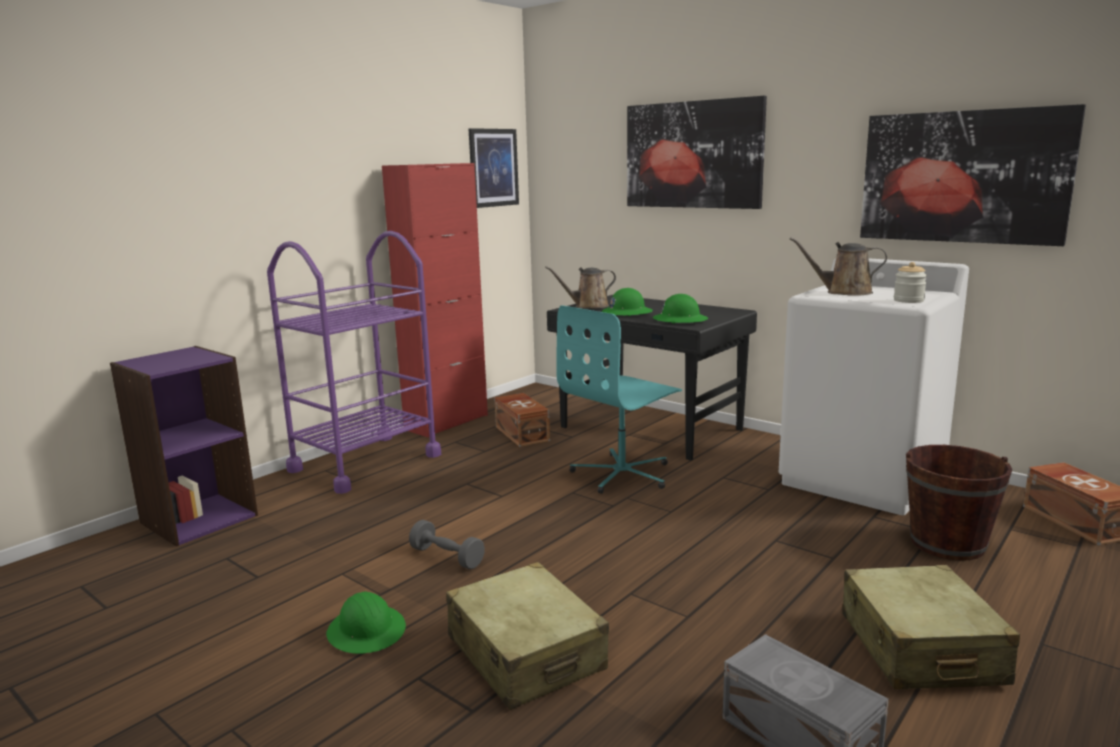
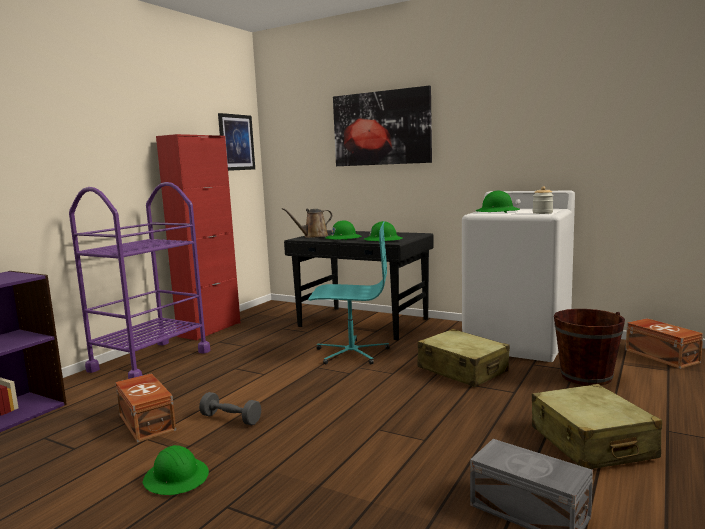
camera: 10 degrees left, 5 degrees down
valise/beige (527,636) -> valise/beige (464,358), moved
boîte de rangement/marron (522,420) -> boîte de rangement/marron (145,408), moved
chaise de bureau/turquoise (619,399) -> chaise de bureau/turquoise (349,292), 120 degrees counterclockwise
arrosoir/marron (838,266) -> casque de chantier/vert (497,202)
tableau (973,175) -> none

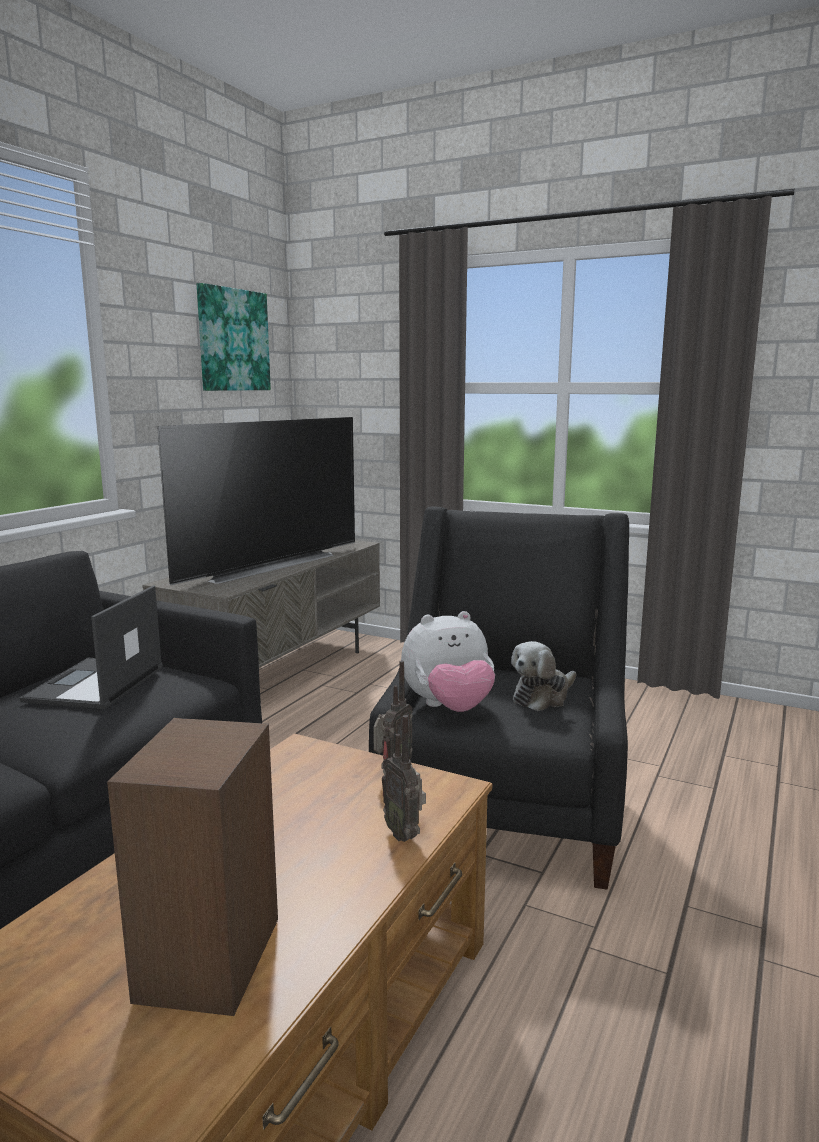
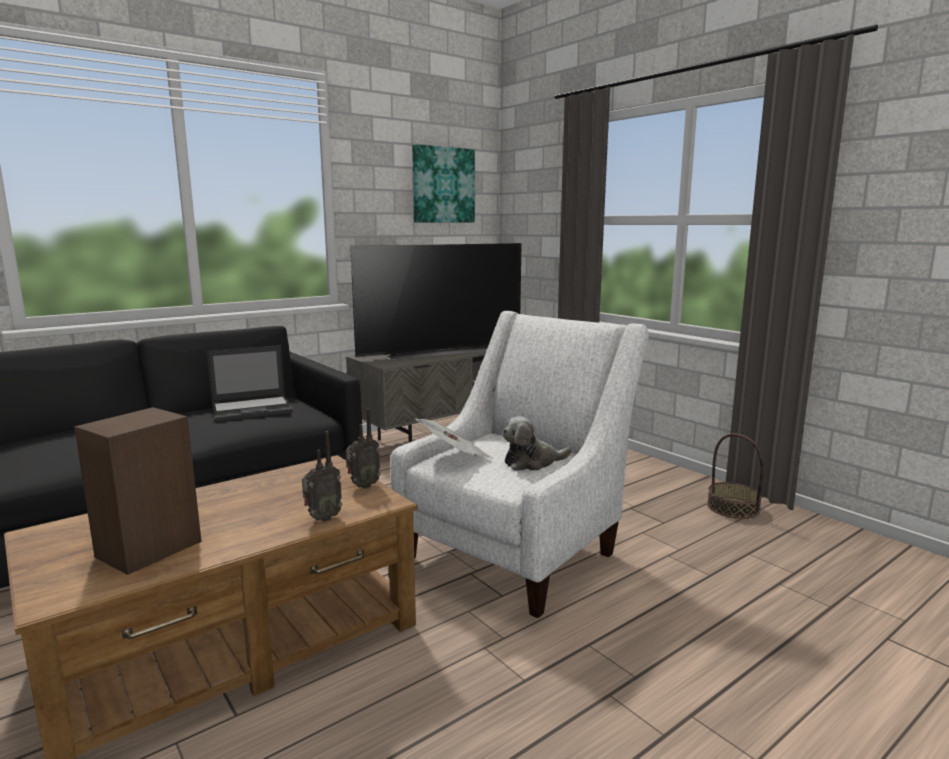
camera: 25 degrees right, 0 degrees up
ordinateur portable (91,647) -> ordinateur portable (250,383), 150 degrees counterclockwise
fauteuil/noir (499,698) -> fauteuil/blanc (520,464)
radio (404,778) -> radio (322,476), 120 degrees counterclockwise
peluche (448,661) -> journal (454,439)
none -> panier (735,476)

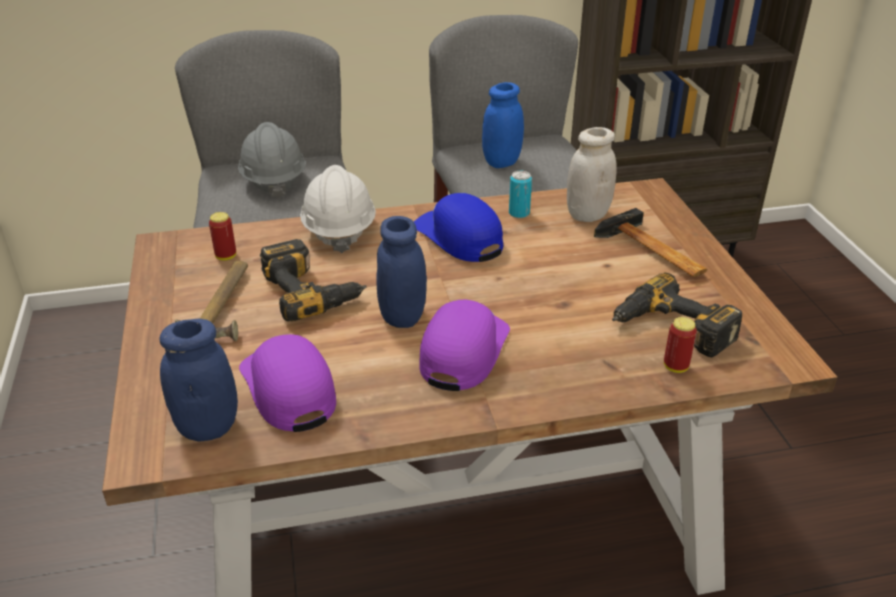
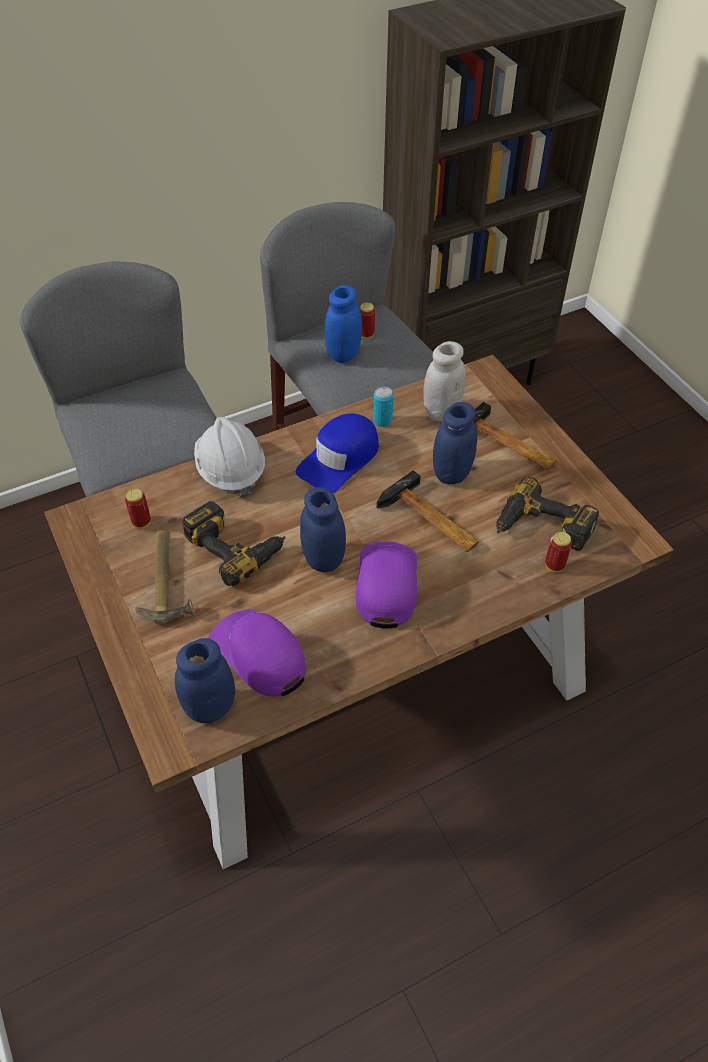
camera: 15 degrees left, 15 degrees up
casque de chantier/gris (271,160) -> none
casquette/bleu (458,227) -> casquette/bleu (337,453), 90 degrees counterclockwise
none -> boîte métallique (367,320)
none -> marteau (428,511)
none -> bocal/bleu (455,443)

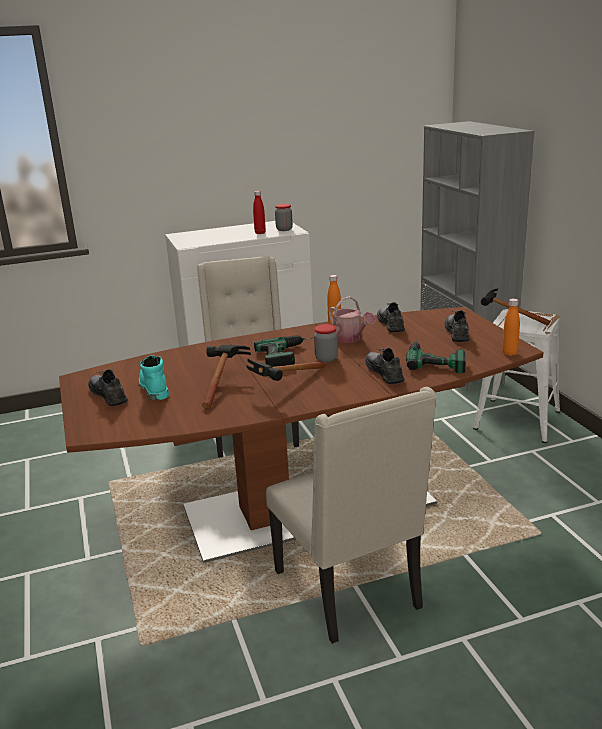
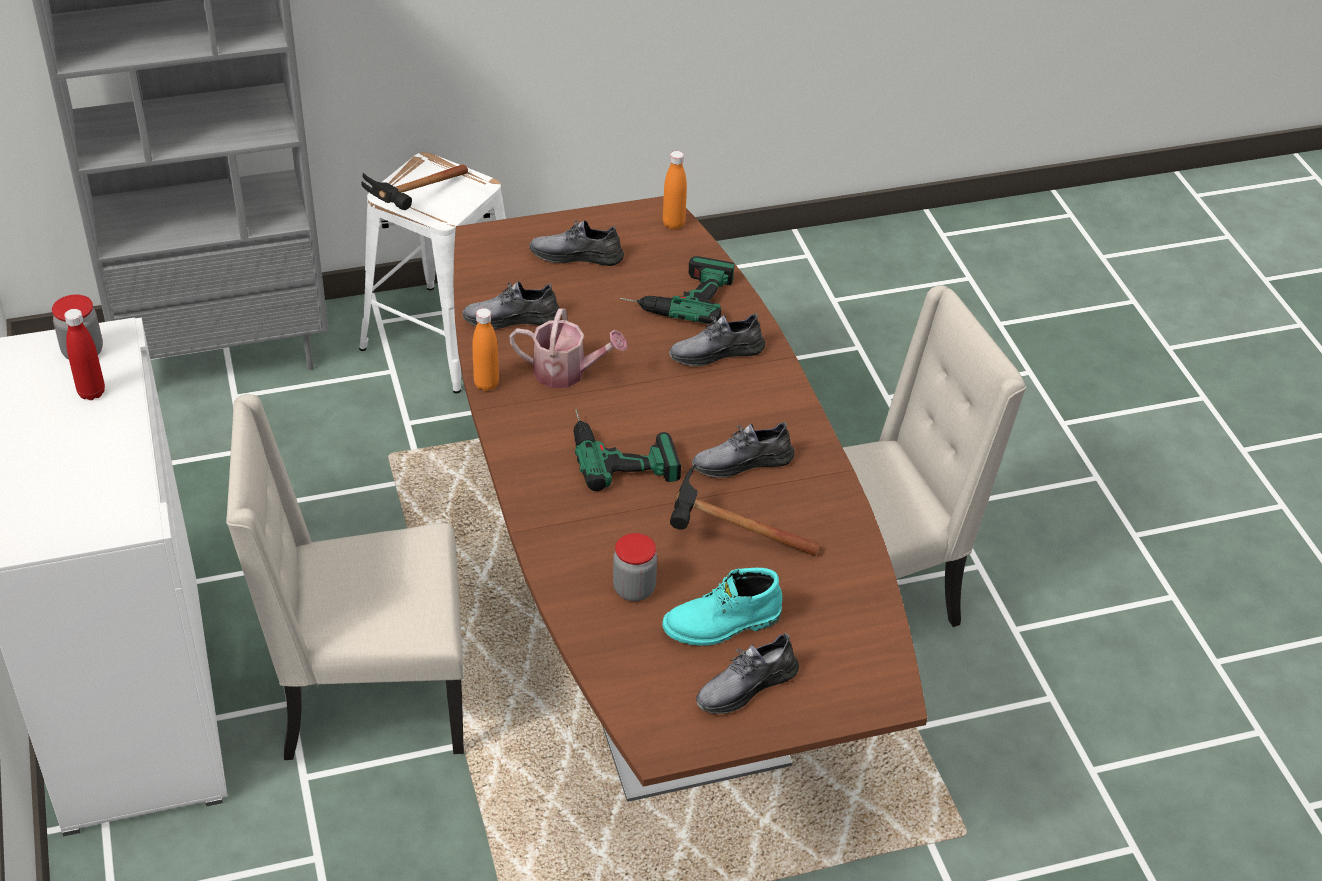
camera: 90 degrees left, 20 degrees up
marteau (286,369) -> chaussure/gris (743,449)
bocal (326,343) -> bocal (635,567), moved
arrosoir (352,319) -> arrosoir (568,348), 45 degrees clockwise

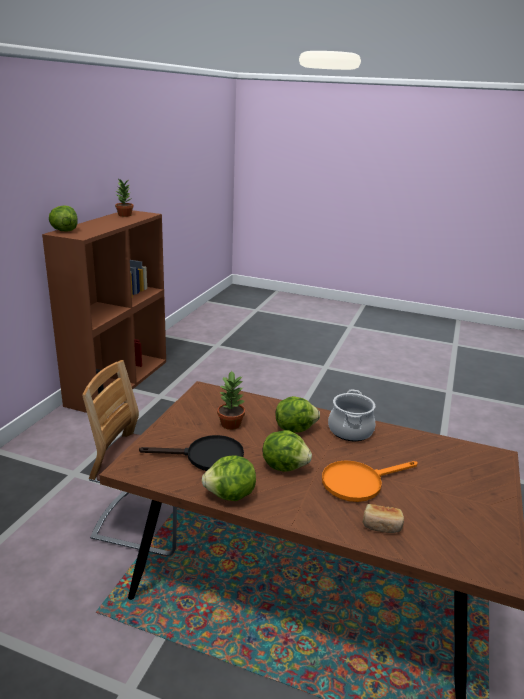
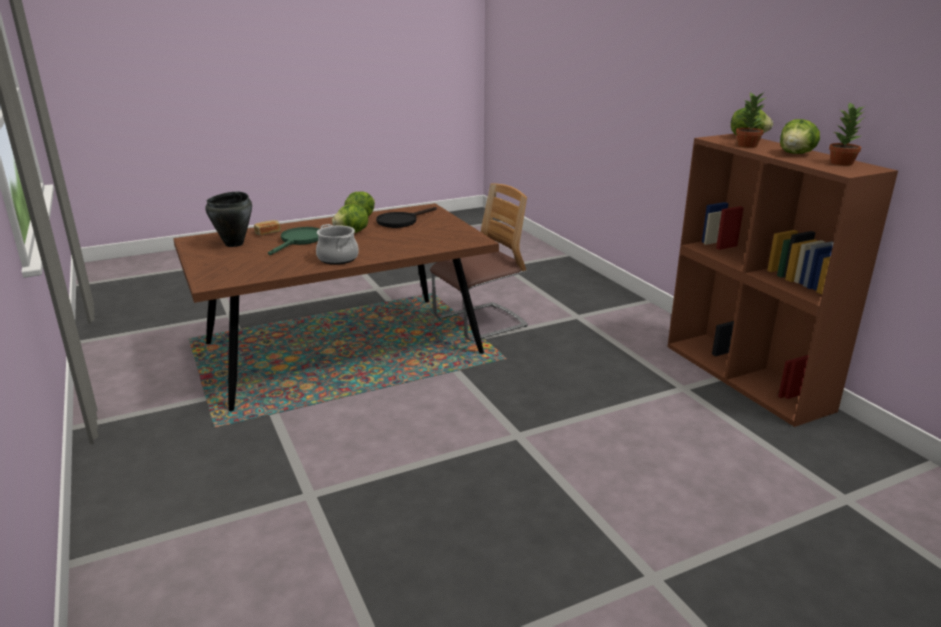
camera: 135 degrees right, 0 degrees up
plante en pot (231,400) -> plante en pot (750,120), moved
laitue (298,414) -> laitue (800,136), moved
poêle/orange (369,481) -> poêle/vert (294,241)
none -> marmite/noir (228,219)

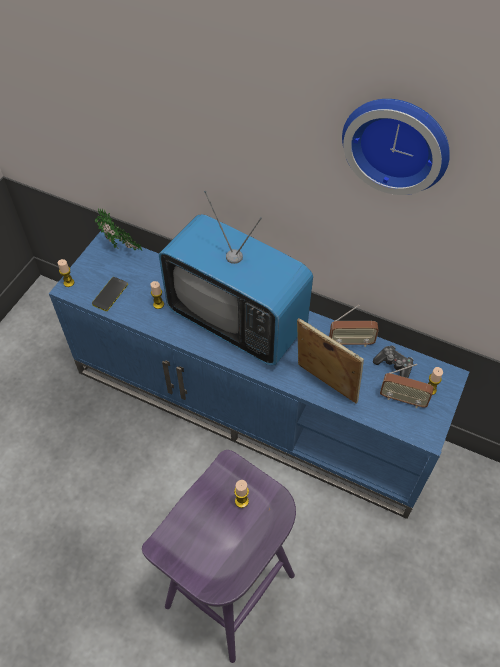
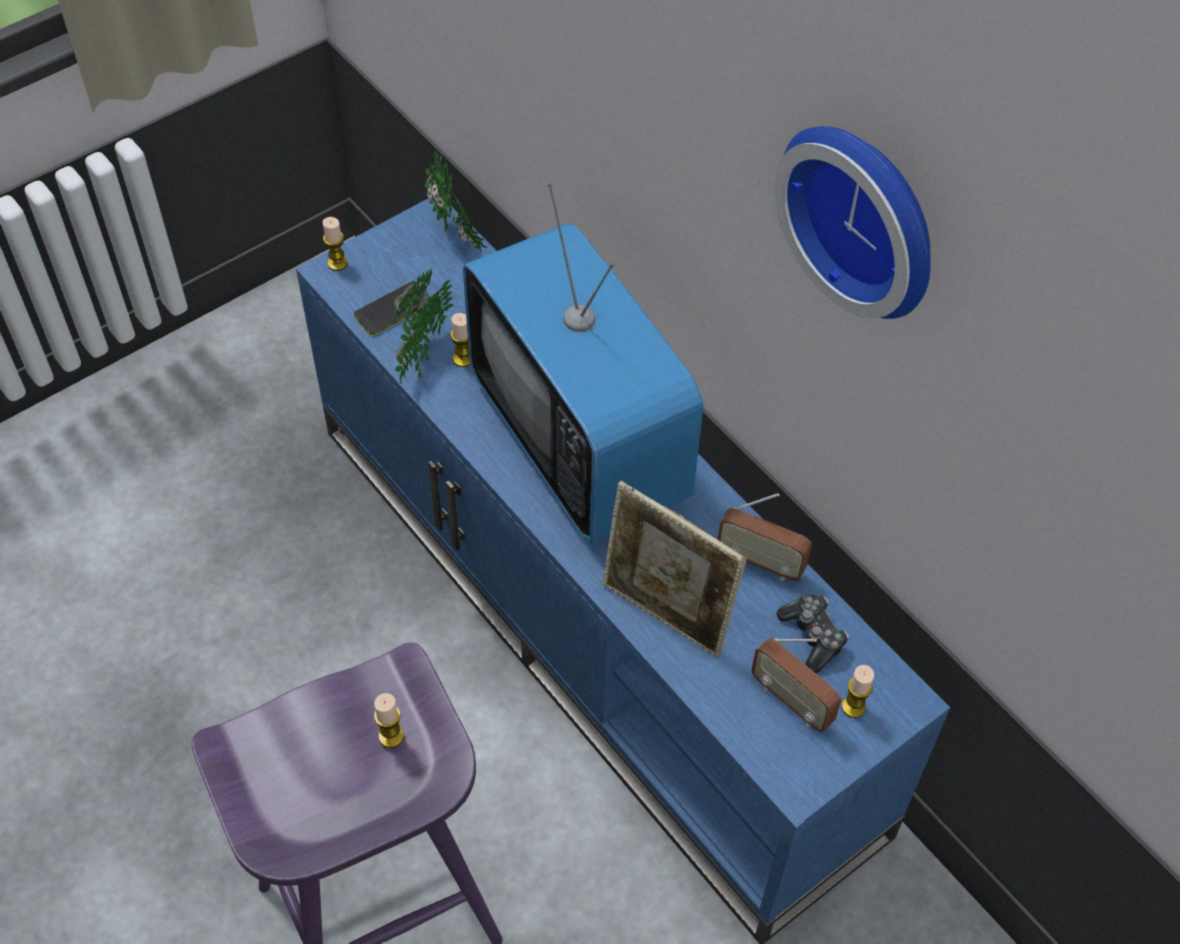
camera: 25 degrees right, 0 degrees up
cadre photo (330,361) -> cadre photo (675,569), 150 degrees clockwise
none -> plante en pot (422,326)

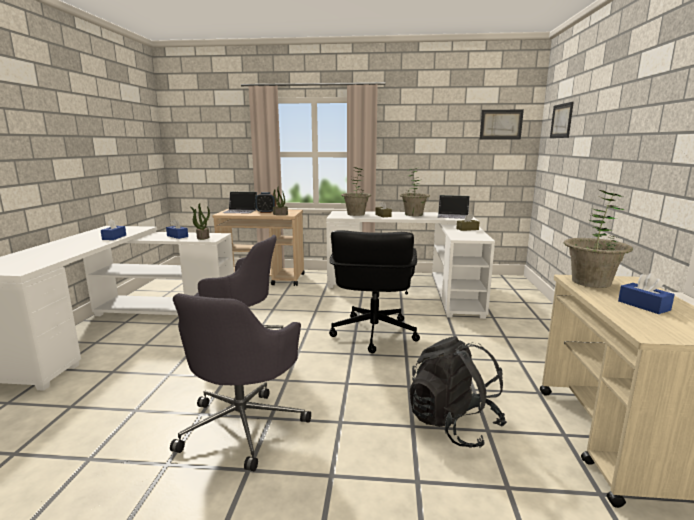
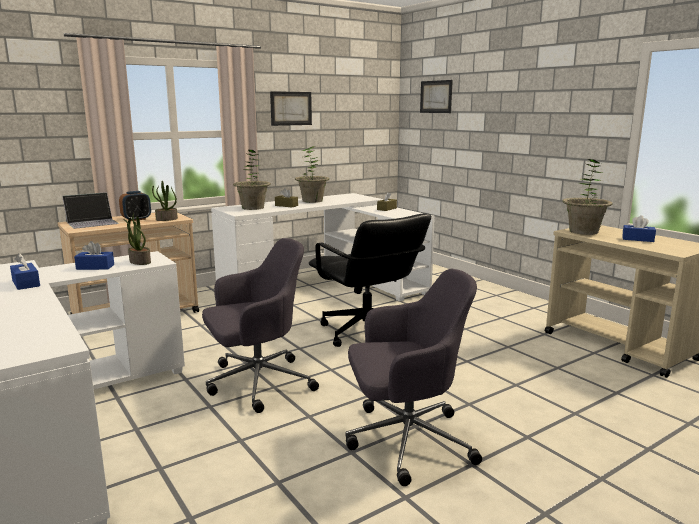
camera: 40 degrees left, 0 degrees up
chaise de bureau/gris (240,382) -> chaise de bureau/gris (413,377), 75 degrees counterclockwise
sac à dos/noir (458,392) -> none
ordinateur portable (453,207) -> none
tableau (502,125) -> tableau (291,108), moved

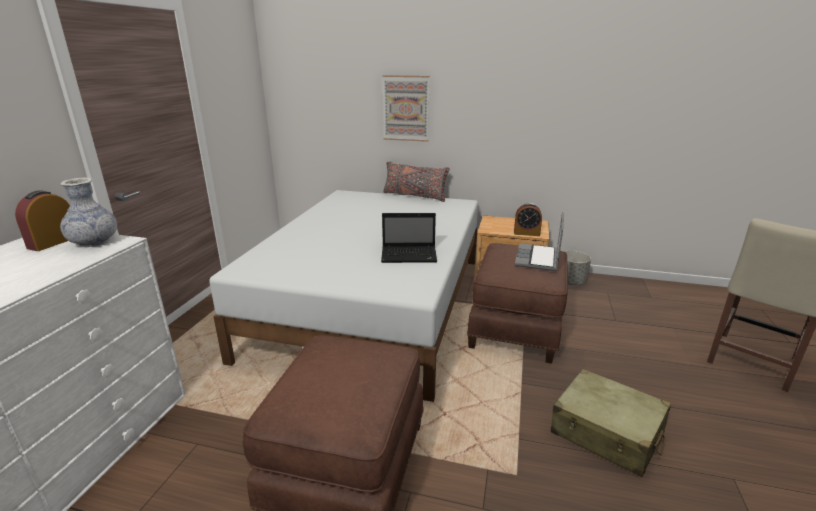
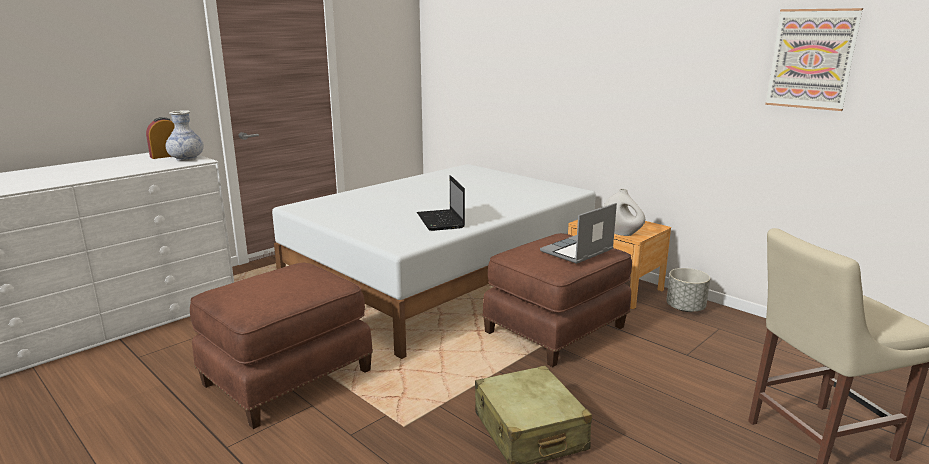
camera: 30 degrees right, 5 degrees down
ordinateur portable (409,238) -> ordinateur portable (441,203), 45 degrees clockwise
tableau (406,108) -> tableau (814,59), moved
coussin/gris (416,182) -> none
réveil (528,219) -> vase/blanc (624,212)

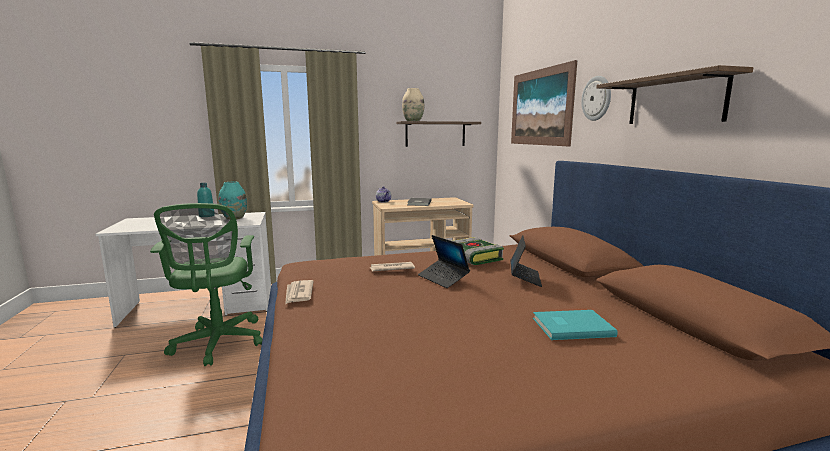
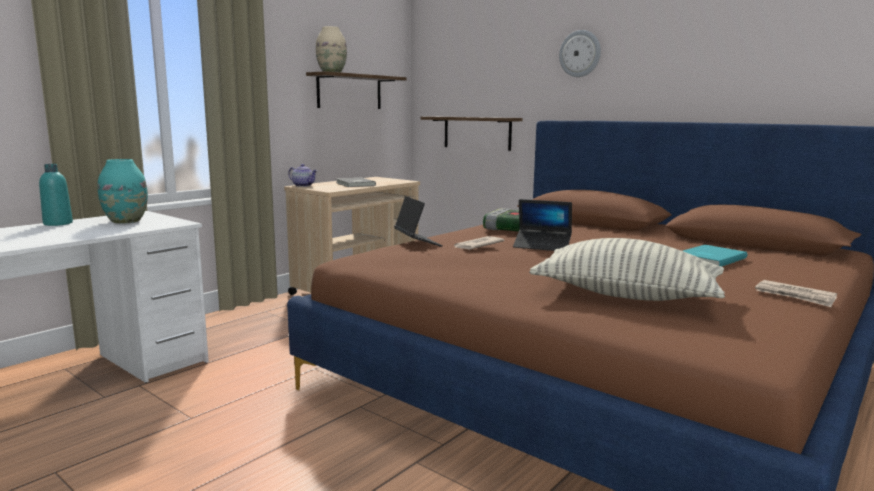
camera: 35 degrees left, 0 degrees up
chaise de bureau/vert (206,284) -> none
journal (299,292) -> journal (796,293), moved
ordinateur portable (526,261) -> ordinateur portable (418,221), moved
tableau (544,103) -> none
étagère (675,94) -> étagère (471,134), moved
none -> coussin (627,269)

